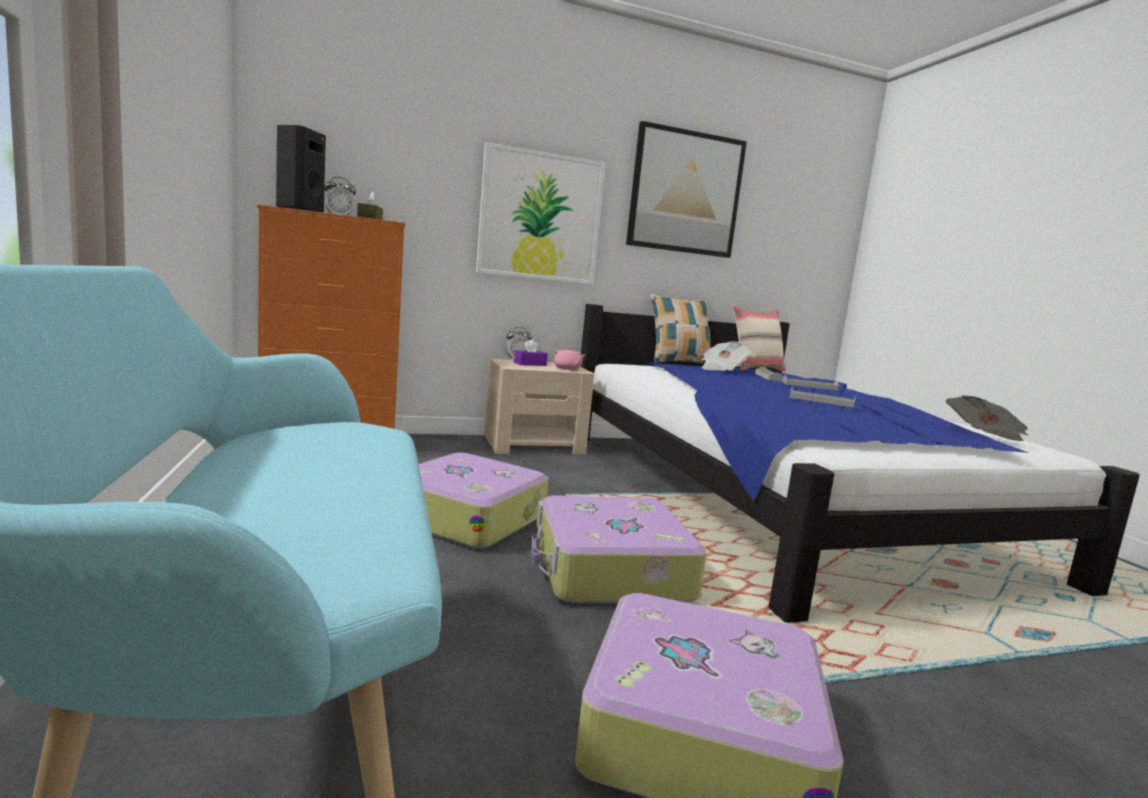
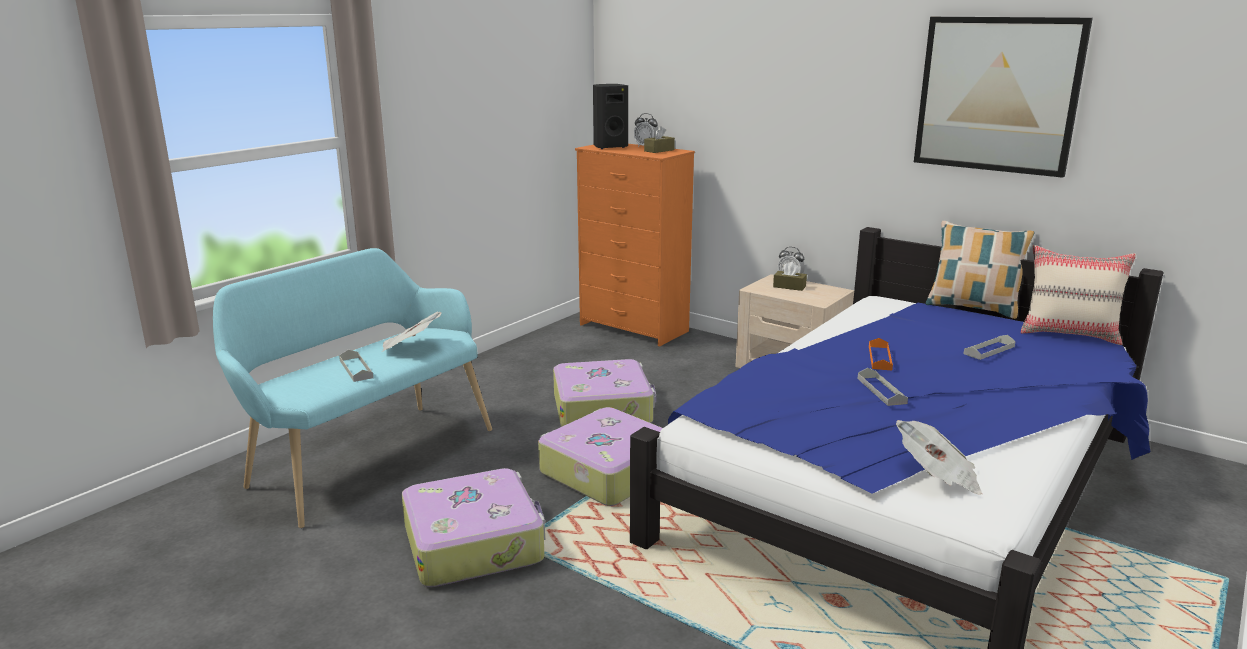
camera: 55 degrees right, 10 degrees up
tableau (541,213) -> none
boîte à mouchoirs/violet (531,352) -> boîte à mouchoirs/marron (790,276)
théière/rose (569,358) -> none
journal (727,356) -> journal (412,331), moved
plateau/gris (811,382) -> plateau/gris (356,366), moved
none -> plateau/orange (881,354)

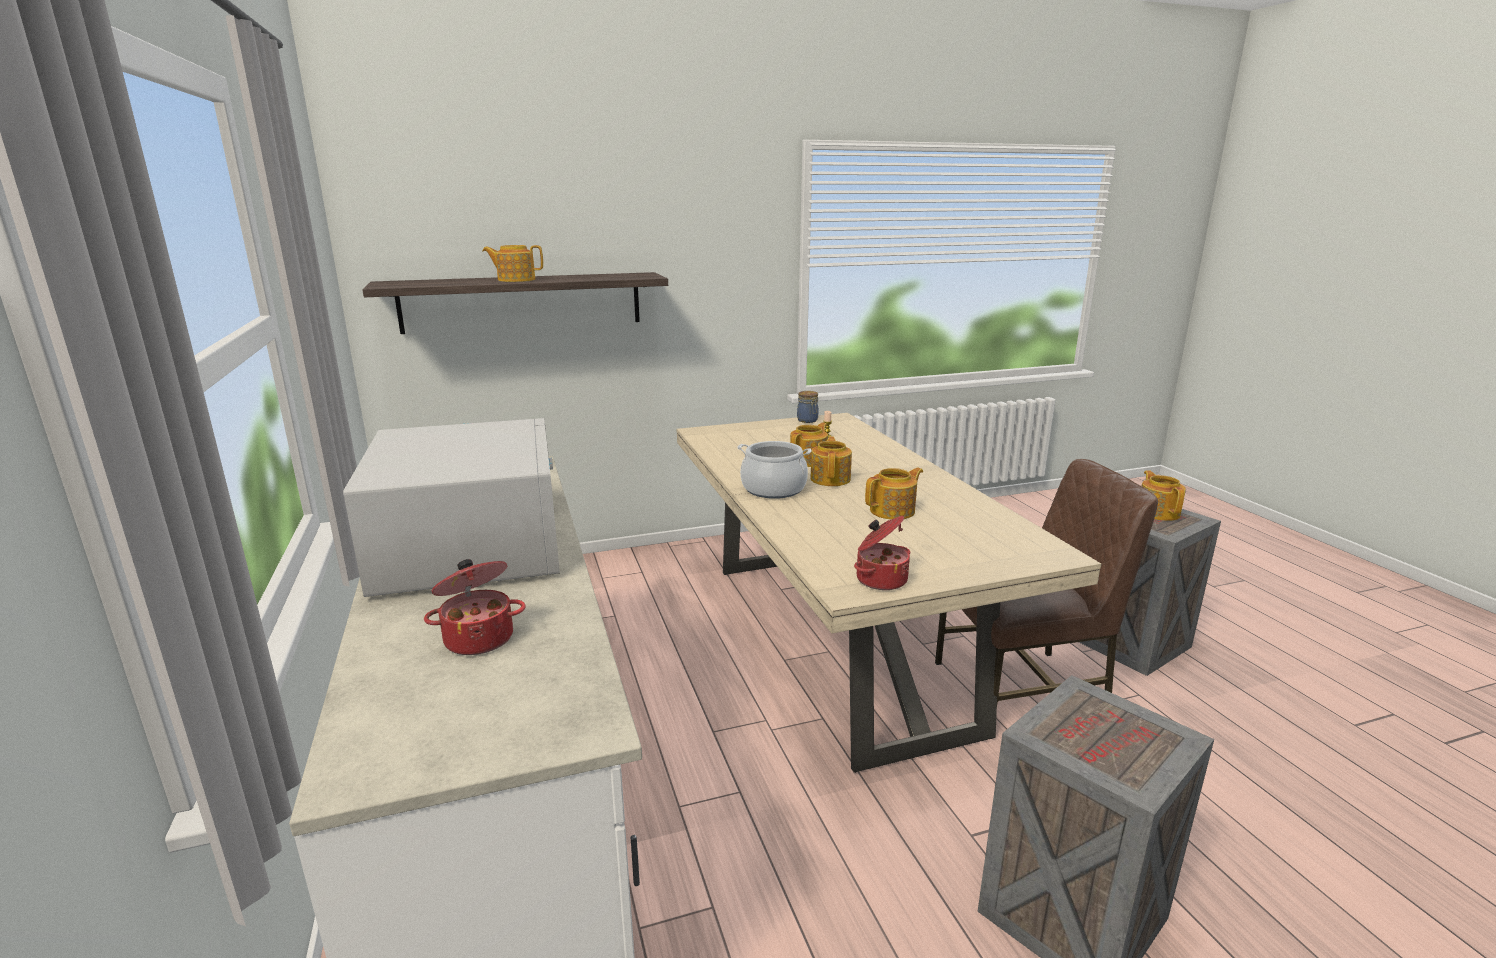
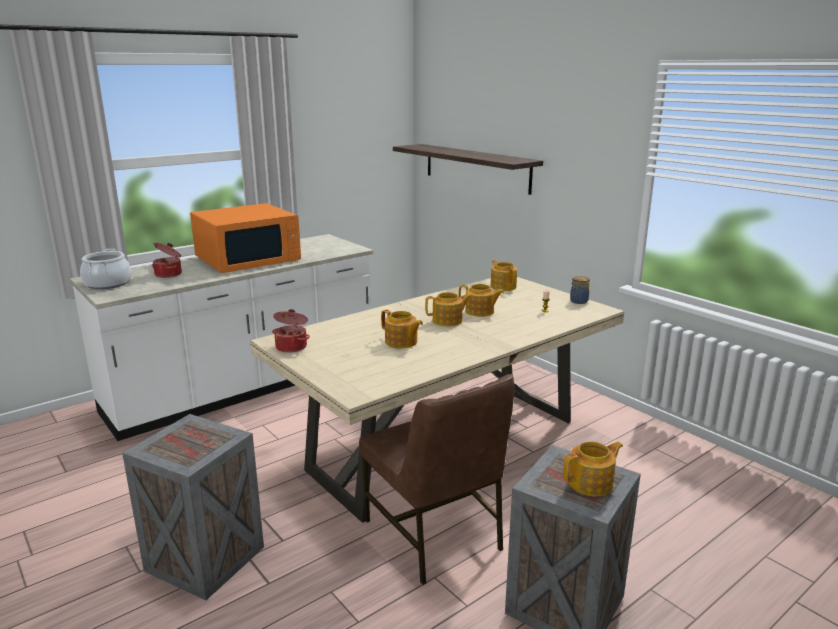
camera: 70 degrees right, 0 degrees up
micro-ondes/blanc (451,507) -> micro-ondes/orange (245,238)
théière (512,263) -> théière (503,275), moved
marmite (775,470) -> marmite (105,269), moved

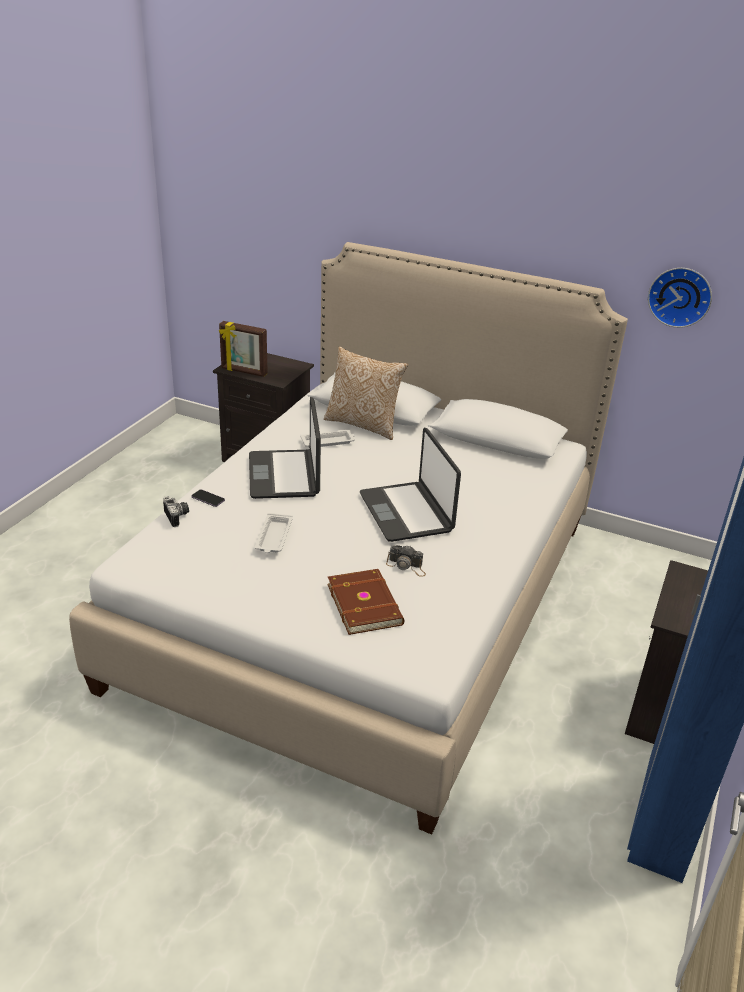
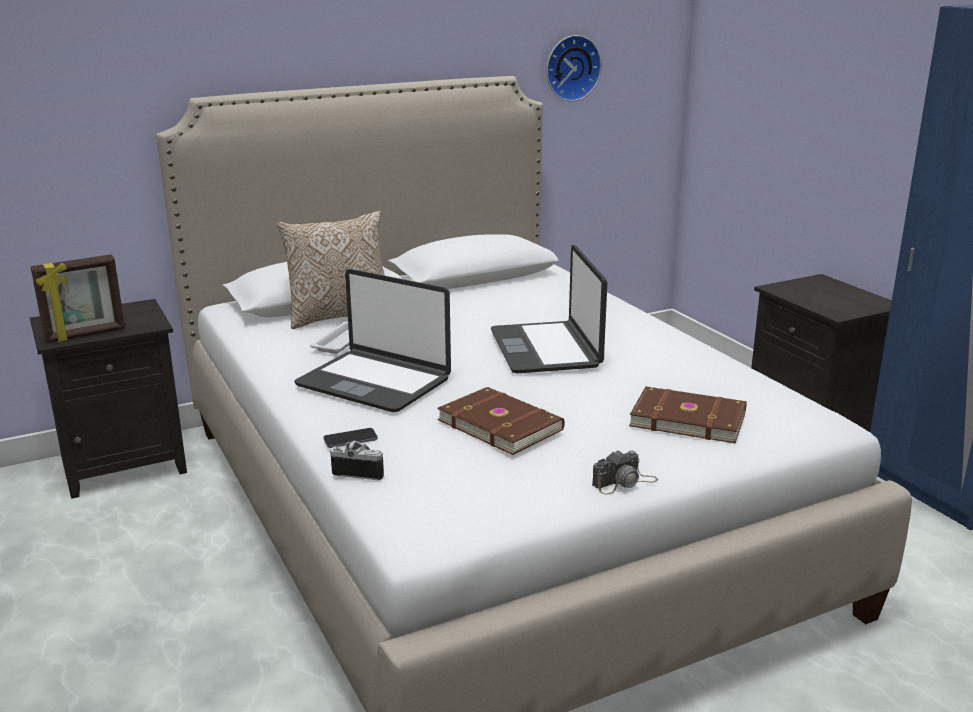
camera: 50 degrees left, 10 degrees down
plateau/blanc (274,533) -> livre/marron (501,421)
ordinateur portable (410,485) -> ordinateur portable (549,309), 60 degrees clockwise
appareil photo (406,561) -> appareil photo (625,472), moved

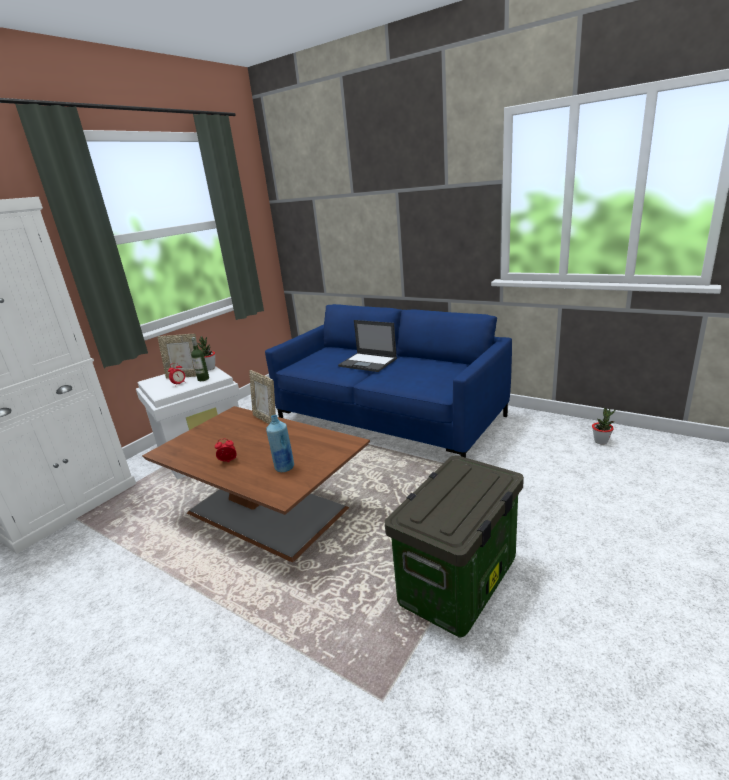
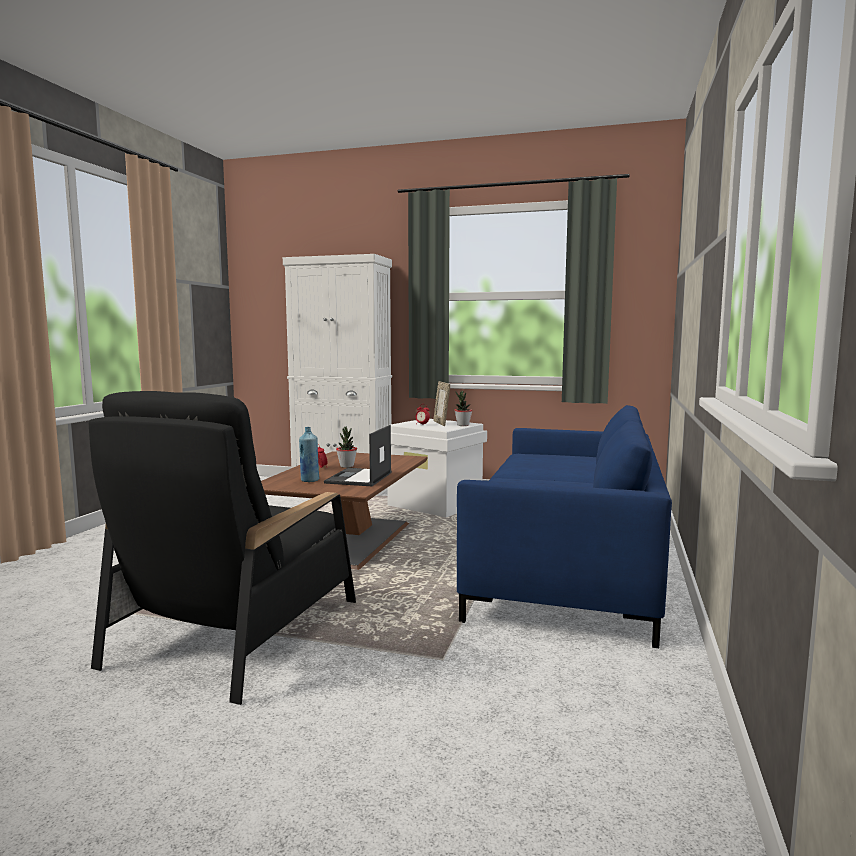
camera: 70 degrees right, 15 degrees down
bouteille (200,359) -> none
cadre photo (262,397) -> none
ordinateur portable (367,346) -> ordinateur portable (358,455), moved
boîte de rangement (454,546) -> fauteuil/noir (222,548)
plante en pot (603,426) -> plante en pot (346,447), moved

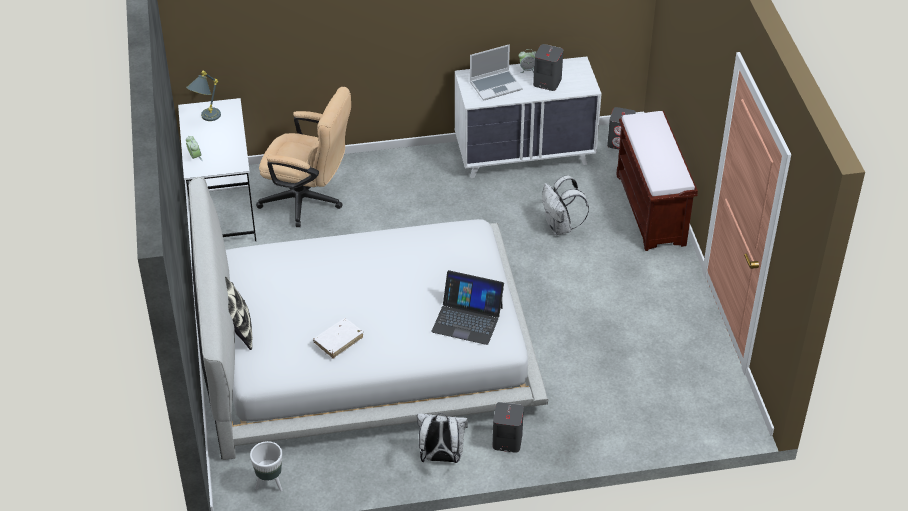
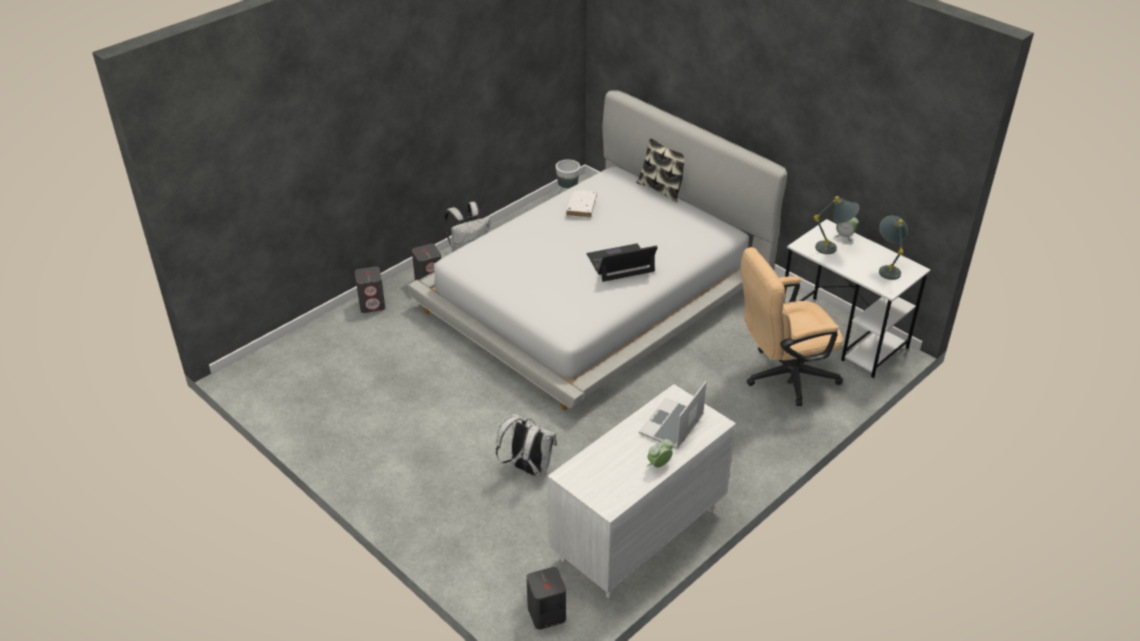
camera: 145 degrees right, 5 degrees down
ordinateur portable (467,307) -> ordinateur portable (622,263), moved
enceinte/gris (548,67) -> enceinte/gris (370,289), moved
banc/marron (657,181) -> none
none -> lampe de table/gris (836,225)

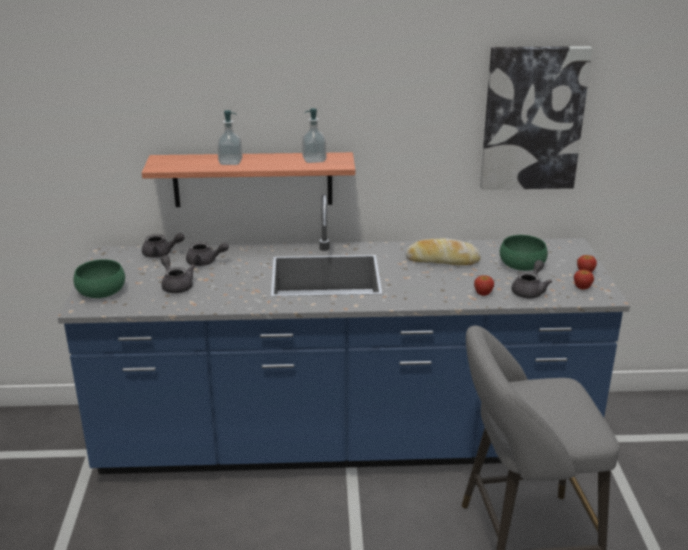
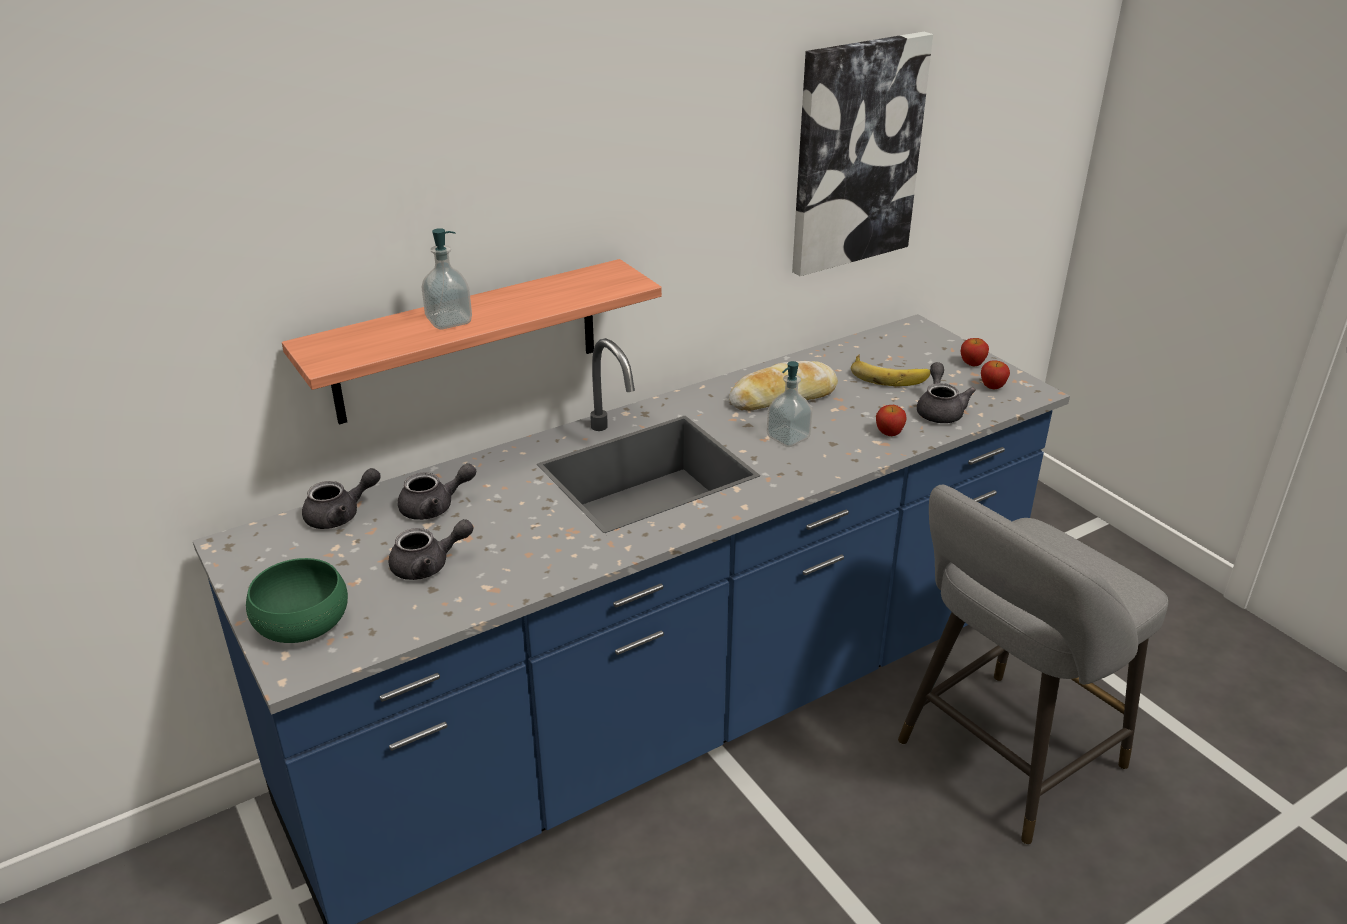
camera: 30 degrees left, 5 degrees up
théière/gris (178,274) -> théière/gris (431,549), 135 degrees clockwise
distributeur de savon (314,135) -> distributeur de savon (790,404), moved
bol/vert (524,253) -> banane (891,370)

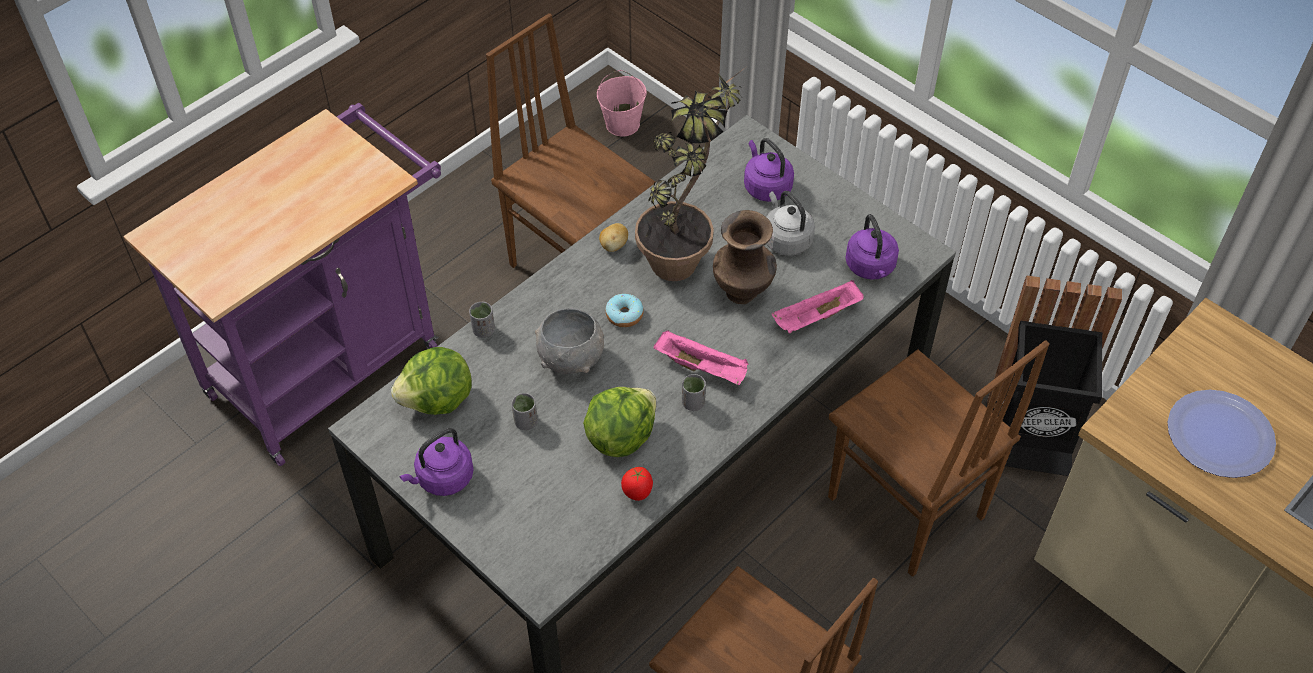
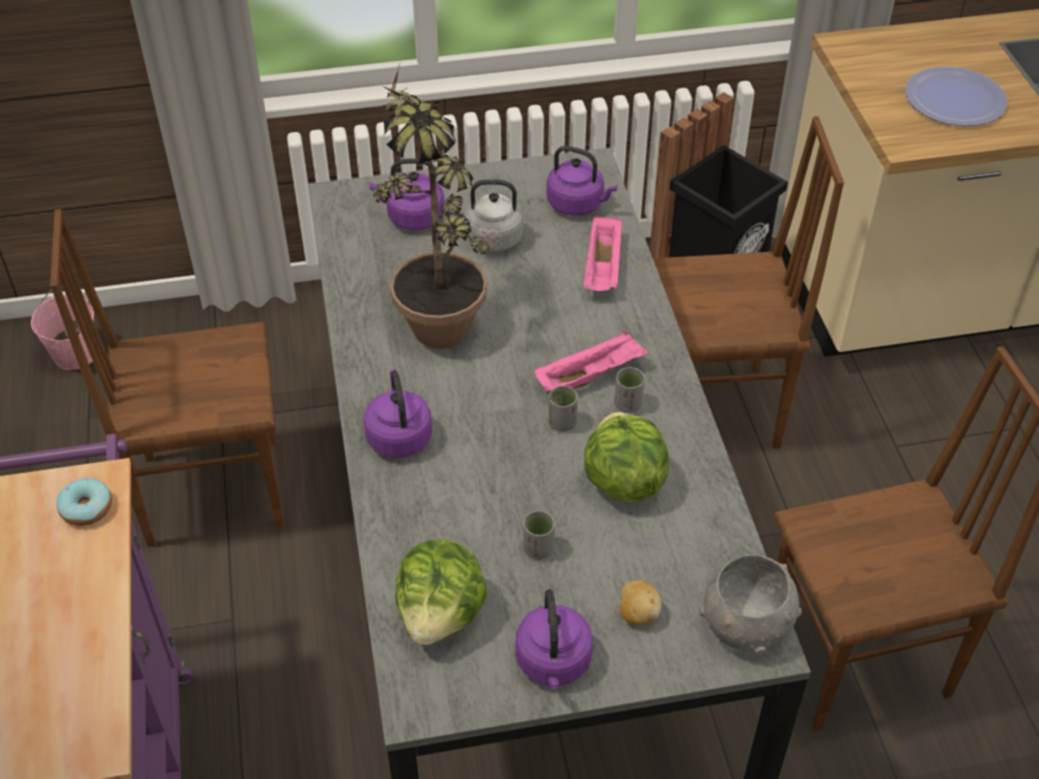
camera: 55 degrees left, 5 degrees down
tasse/gris (482,320) -> tasse/gris (563,409), moved
bol/gris (569,340) -> bol/gris (750,604), moved
pomme de terre (613,237) -> pomme de terre (641,602), moved
beignet (624,310) -> beignet (84,502), moved
tomate (637,484) -> none
vase/marron (745,257) -> none
none -> bouilloire/violet (398,413)

